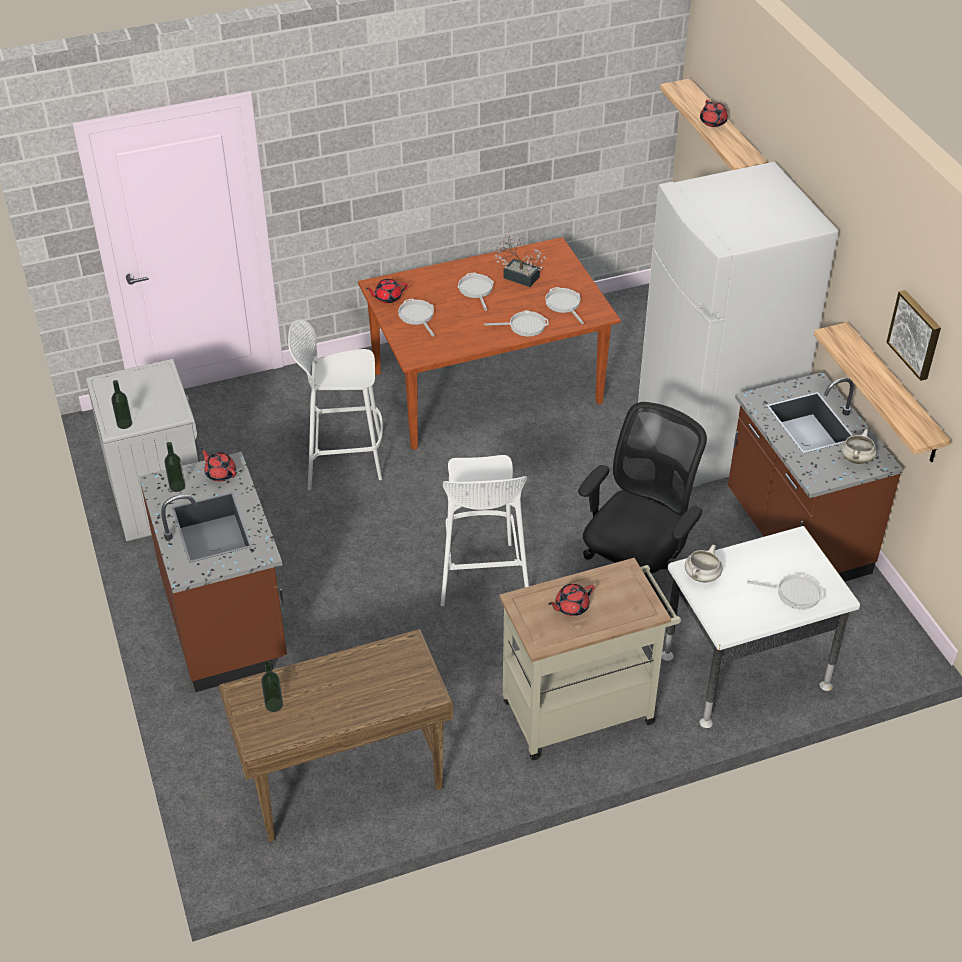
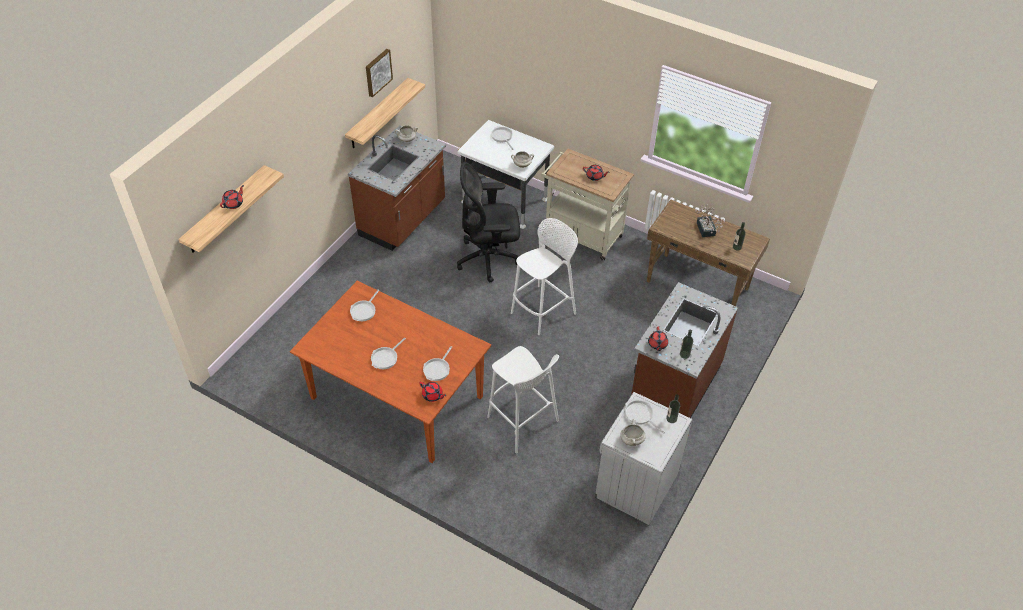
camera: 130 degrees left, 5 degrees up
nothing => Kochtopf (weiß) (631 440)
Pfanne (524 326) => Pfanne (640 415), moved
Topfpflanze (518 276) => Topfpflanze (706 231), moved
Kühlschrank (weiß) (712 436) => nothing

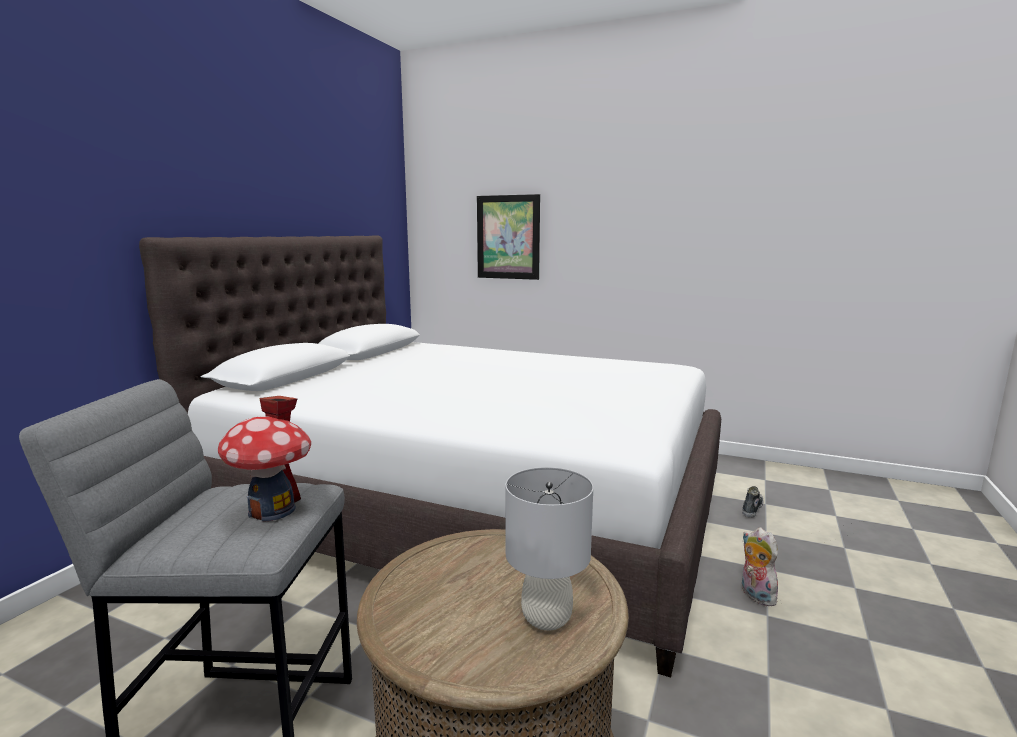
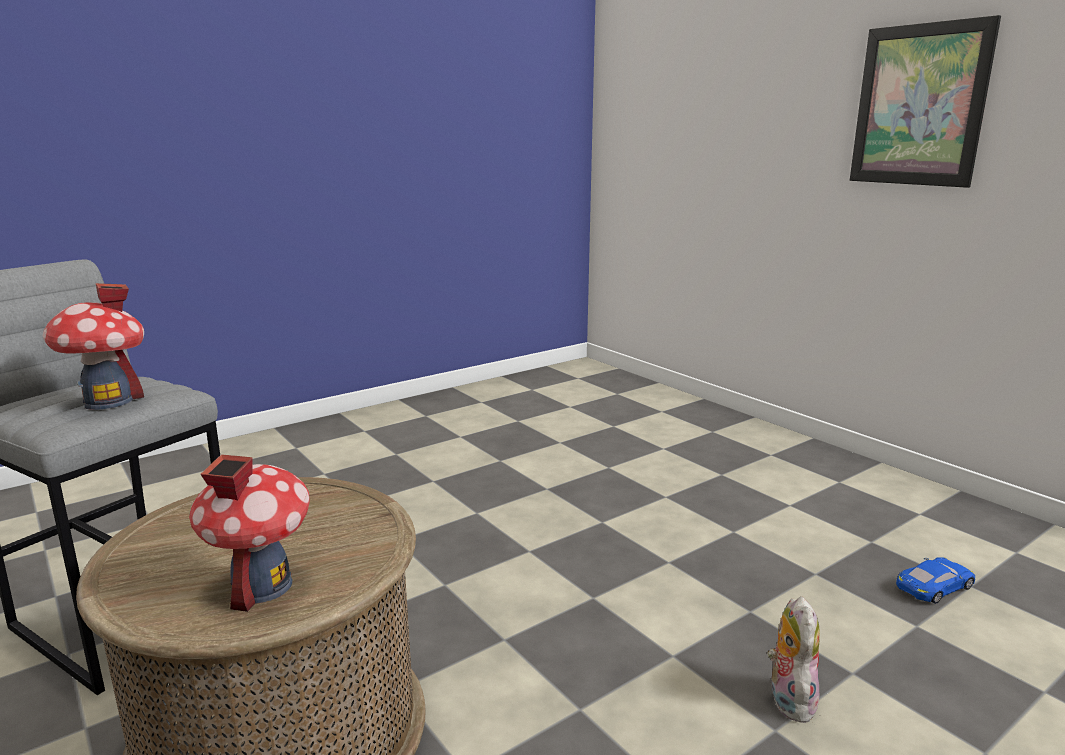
camera: 30 degrees right, 5 degrees up
Tischlampe (grau) (546 621) => Spielzeughaus (261 586)
Bild (508 237) => Bild (919 105), moved
Schuh (751 508) => Spielzeugauto (blau) (934 586)
Bett (weiß) (470 507) => nothing

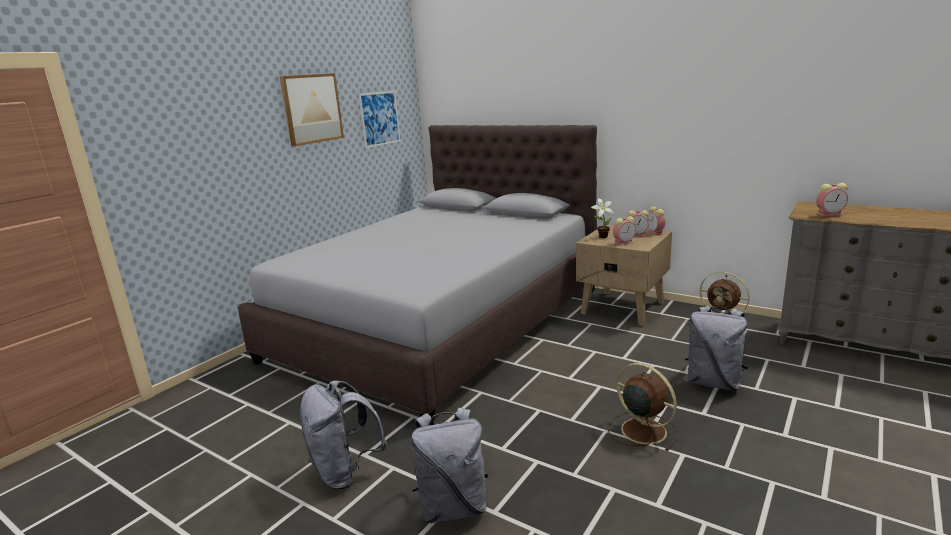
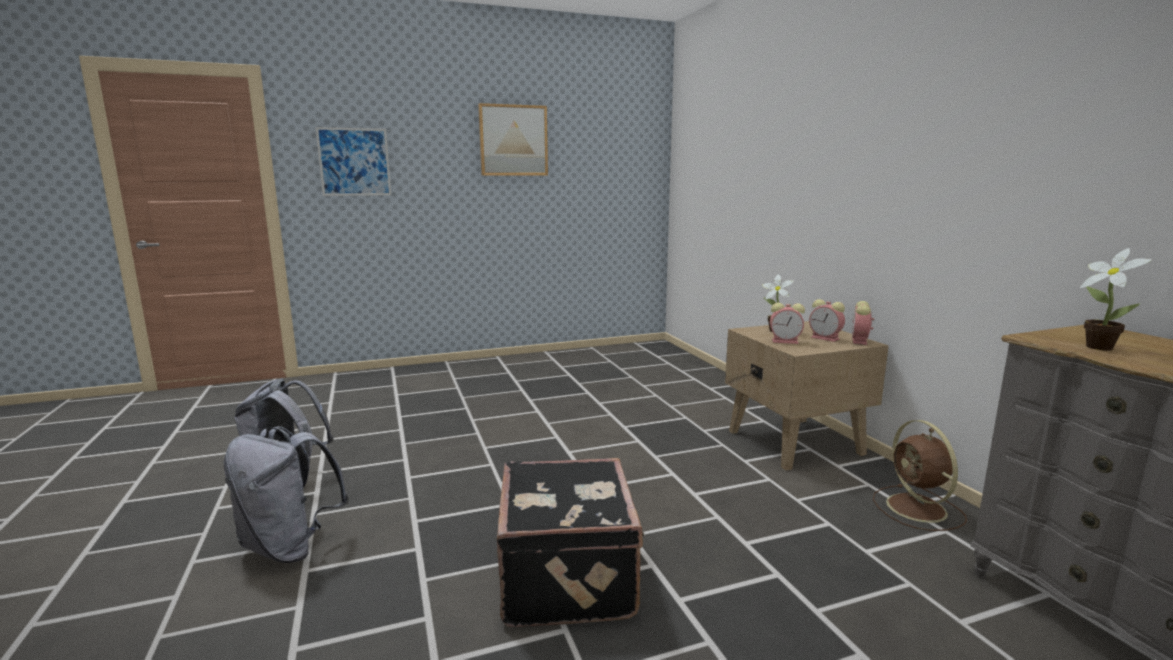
camera: 35 degrees right, 5 degrees down
Bild (380 118) => Bild (354 162), moved
Ventilator (braun) (641 430) => Koffer (schwarz) (570 577)
Wecker (830 214) => Topfpflanze (1096 346)
Bett (grau) (441 323) => nothing
Rucksack (grau) (714 382) => nothing

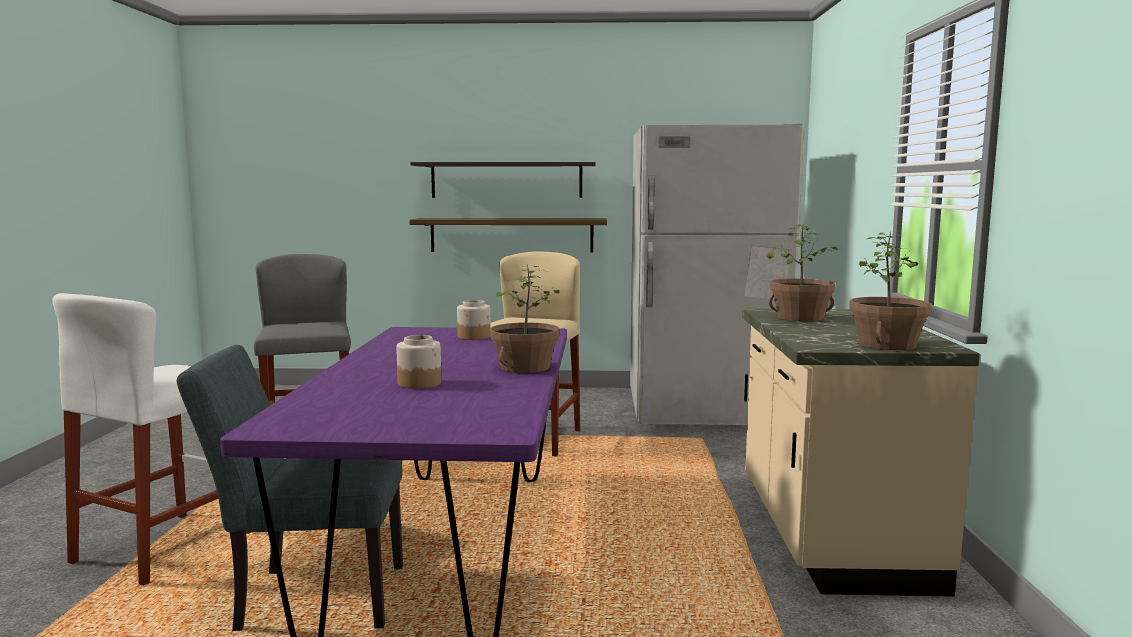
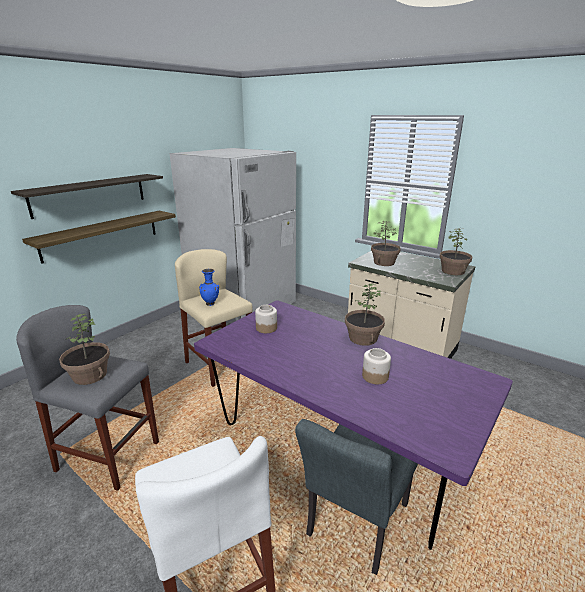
camera: 55 degrees left, 15 degrees up
nothing => Topfpflanze (89 375)
nothing => Vase (blau) (211 304)

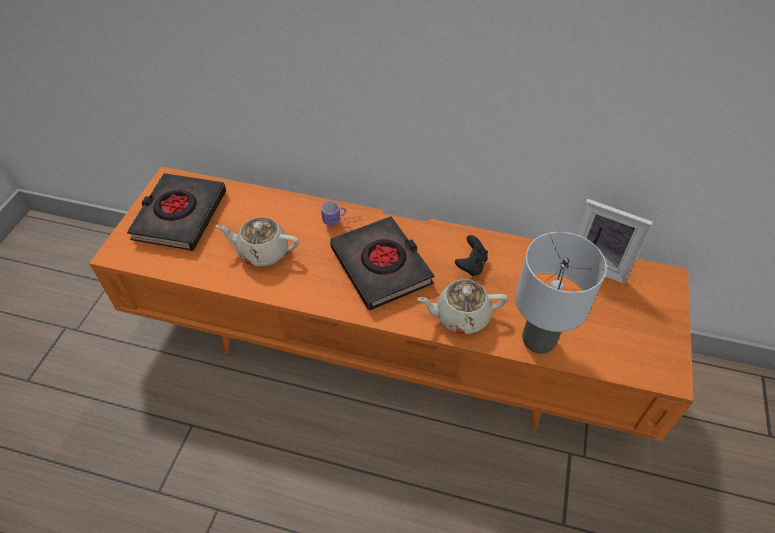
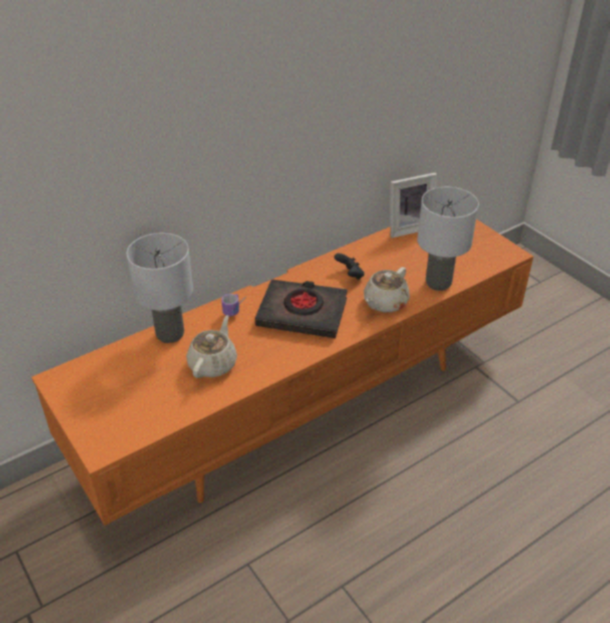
camera: 50 degrees left, 10 degrees down
nothing => Tischlampe (weiß) (172 335)
Teekanne (beige) (262 252) => Teekanne (beige) (213 364), 150 degrees clockwise
Buch (schwarz) (180 216) => nothing

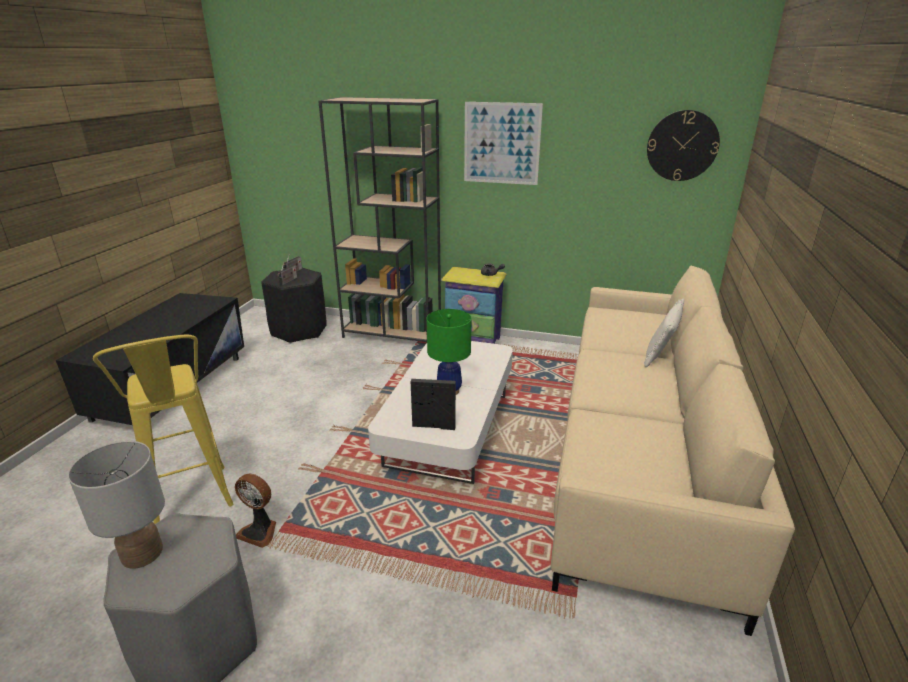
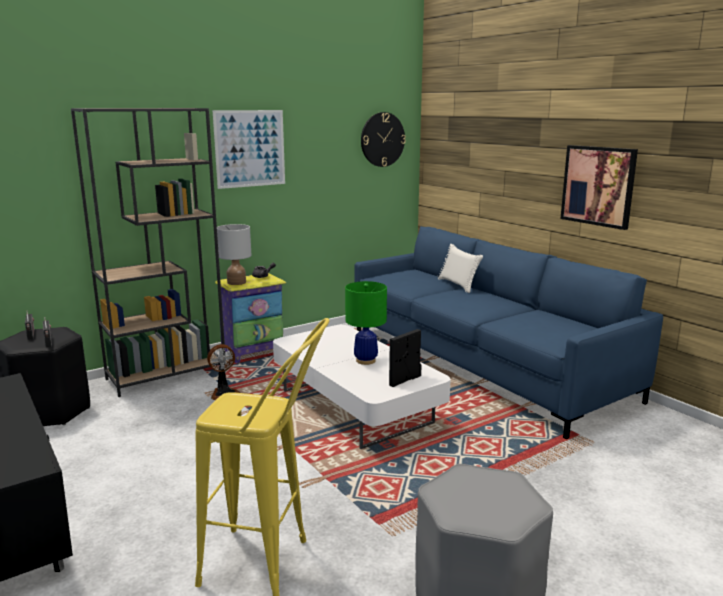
camera: 50 degrees left, 10 degrees down
Ventilator (259 531) => Ventilator (224 393), moved
Tischlampe (grau) (141 554) => Tischlampe (grau) (236 282), moved
Sofa (beige) (640 457) => Sofa (blau) (482 364)
nothing => Bild (598 186)

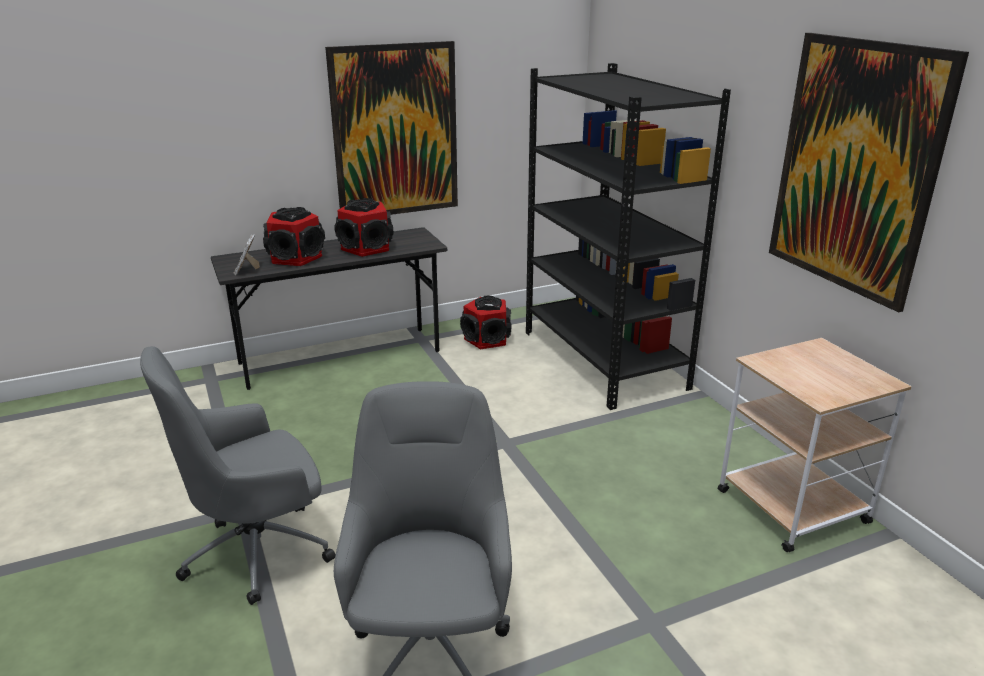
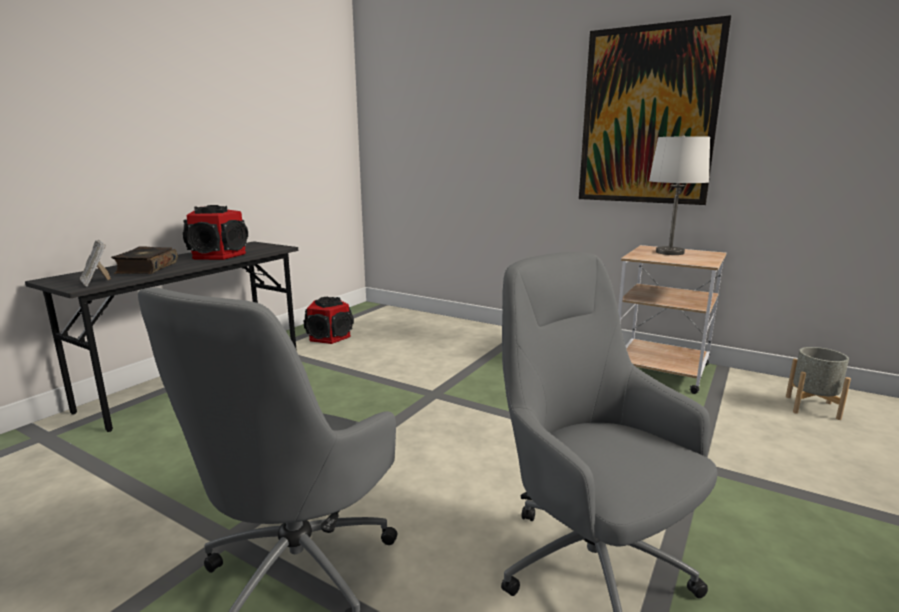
camera: 35 degrees left, 10 degrees down
Lautsprecher (295 257) => Buch (146 268)
nothing => Tischlampe (weiß) (670 252)
nothing => Pflanzkübel (grau) (812 407)
Bild (395 132) => nothing
Bücherregal (schwarz) (603 359) => nothing

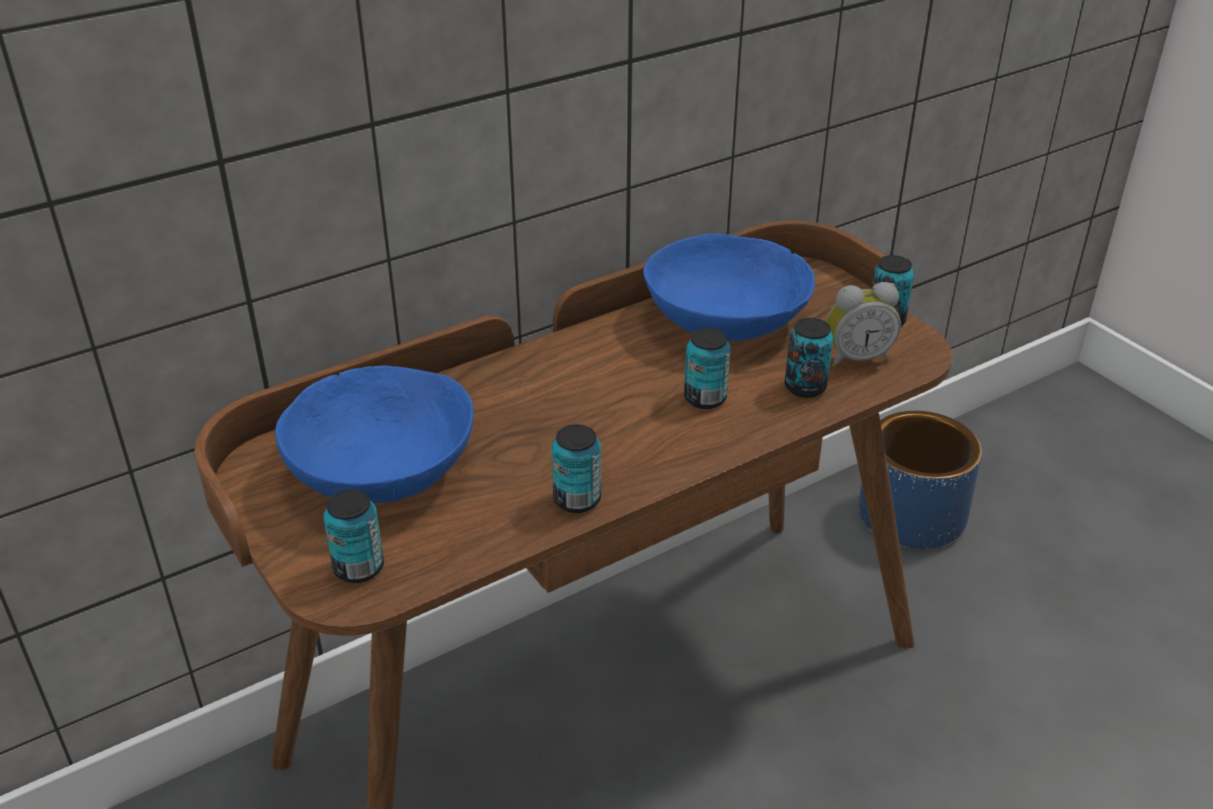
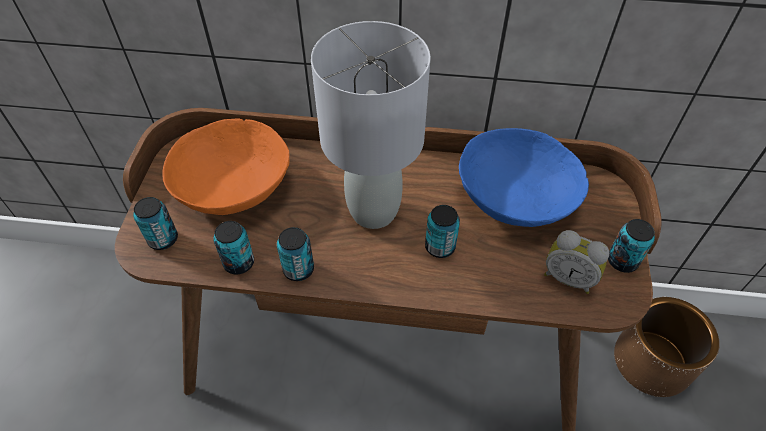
camera: 40 degrees right, 15 degrees up
Schüssel (blau) (382 469) => Schüssel (orange) (233 186)
Dose (805 387) => Dose (239 263), moved
nothing => Tischlampe (grau) (373 212)
Pflanzkübel (blau) (910 516) => Pflanzkübel (braun) (651 361)

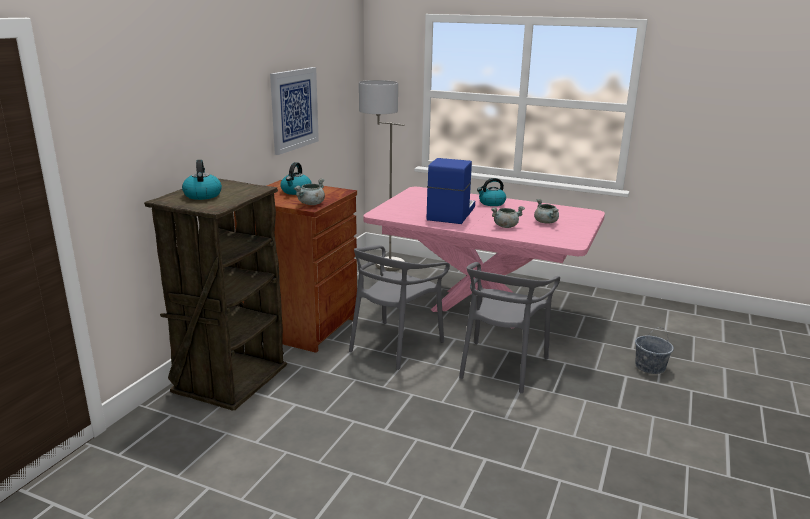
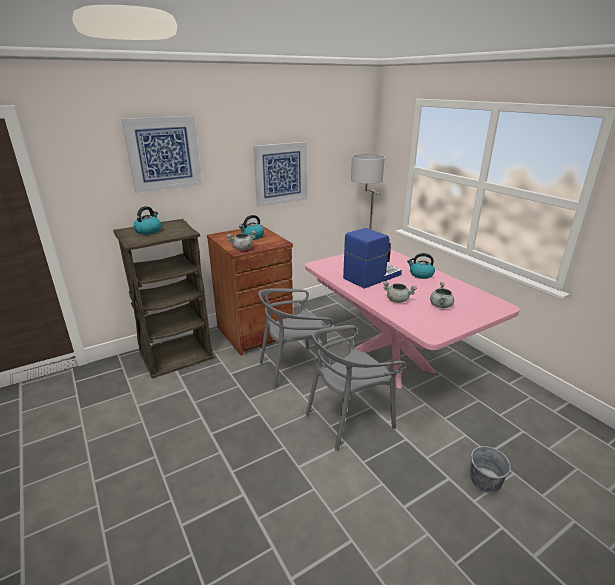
camera: 35 degrees right, 5 degrees up
nothing => Bild (164 153)

